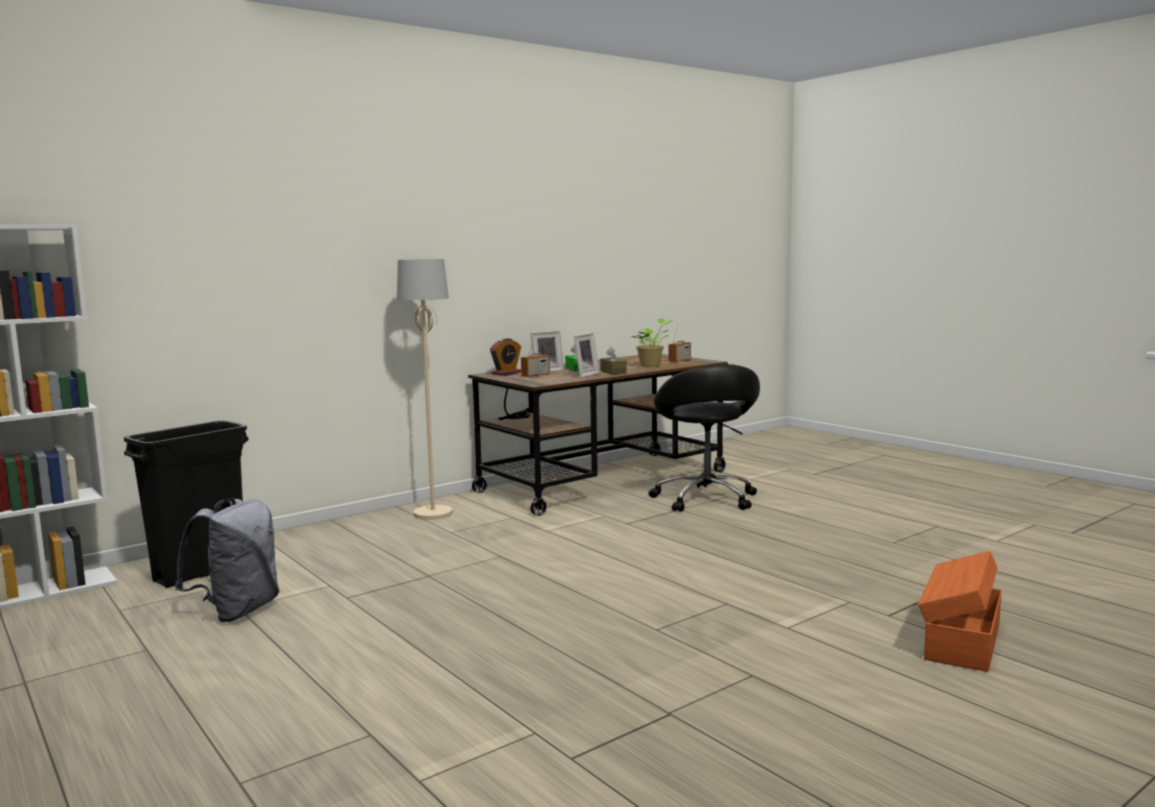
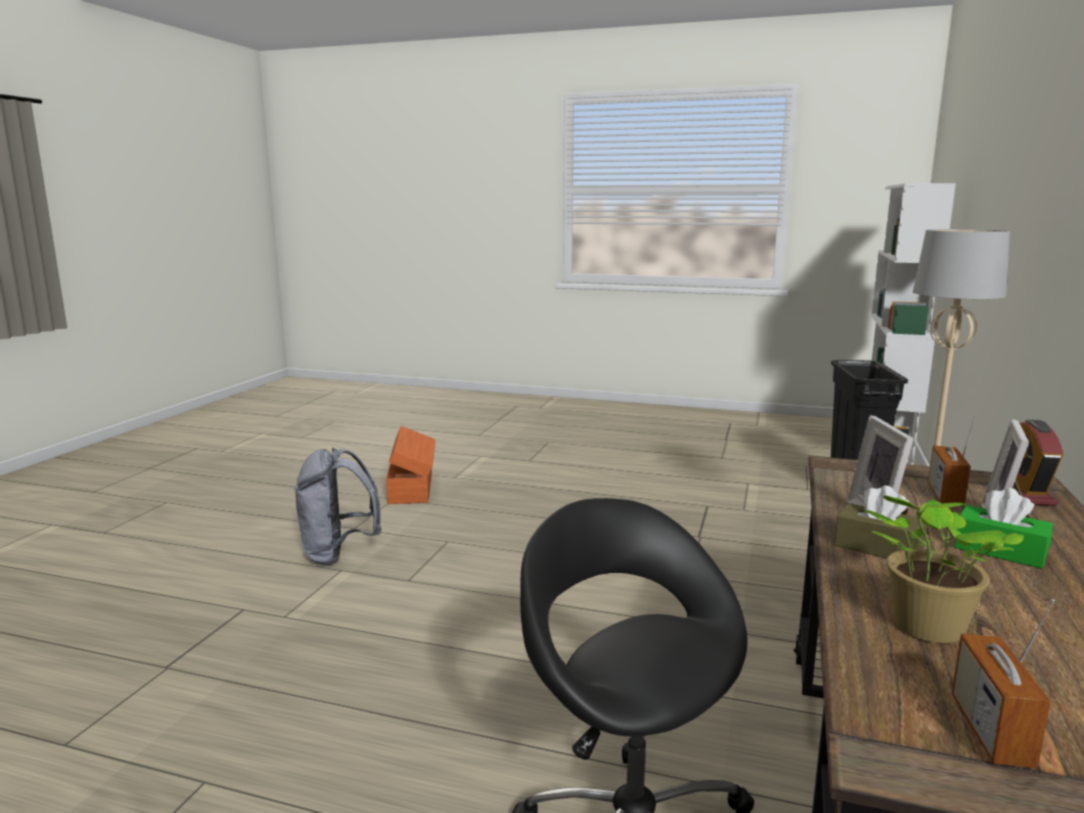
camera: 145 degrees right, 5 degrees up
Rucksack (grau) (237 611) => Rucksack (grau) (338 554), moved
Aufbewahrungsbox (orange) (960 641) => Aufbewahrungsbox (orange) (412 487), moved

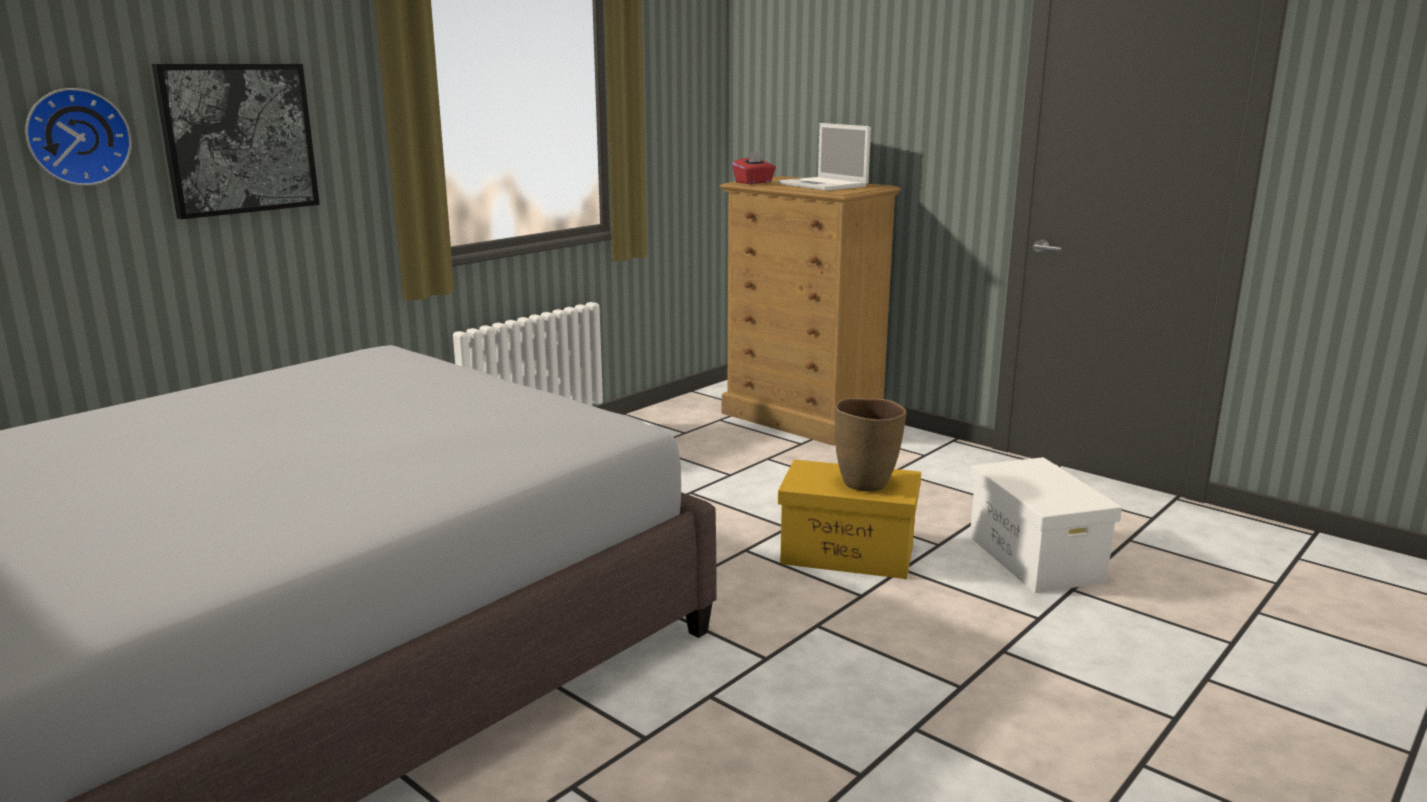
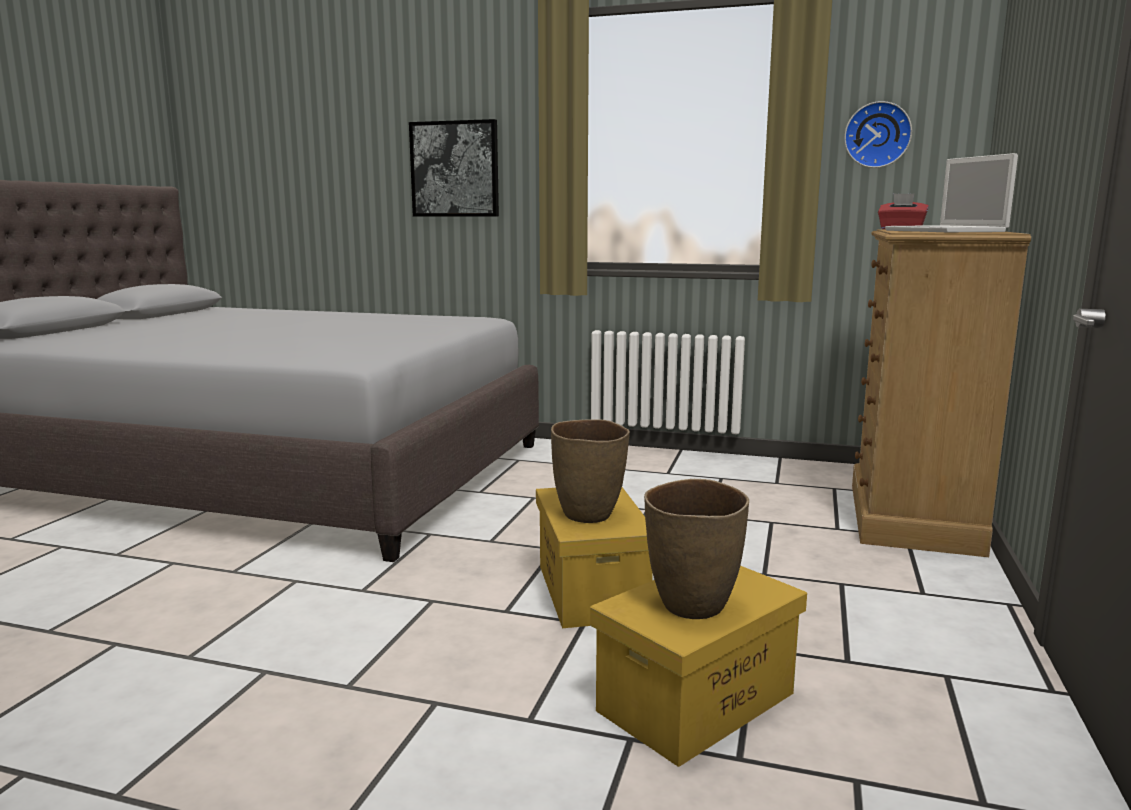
camera: 65 degrees right, 5 degrees down
Aufbewahrungsbox (weiß) (1036 559) => Aufbewahrungsbox (gelb) (695 703)
nothing => Vase (braun) (693 606)
Wanduhr (77 137) => Wanduhr (877 135), moved
Laptop (824 185) => Laptop (946 231), 45 degrees counterclockwise

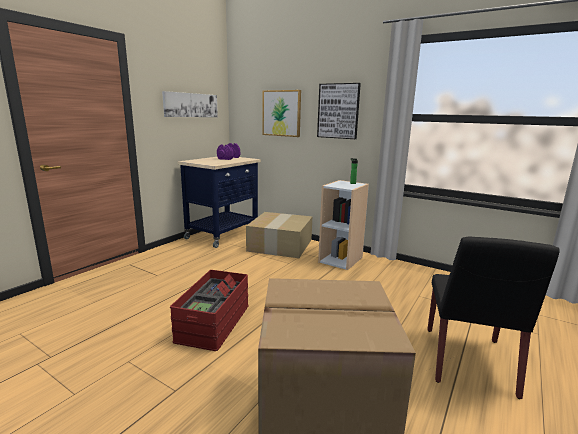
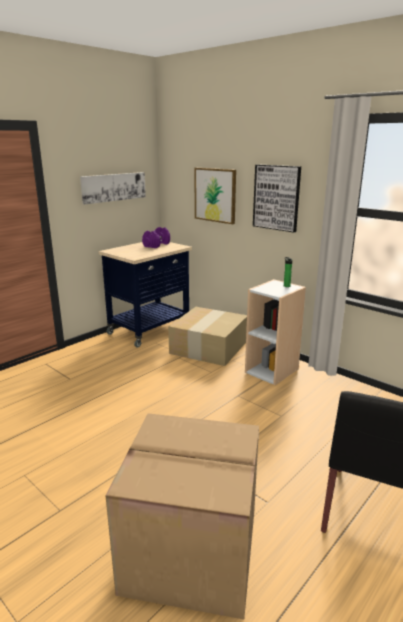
camera: 10 degrees right, 5 degrees up
Aufbewahrungsbox (rot) (213 322) => nothing

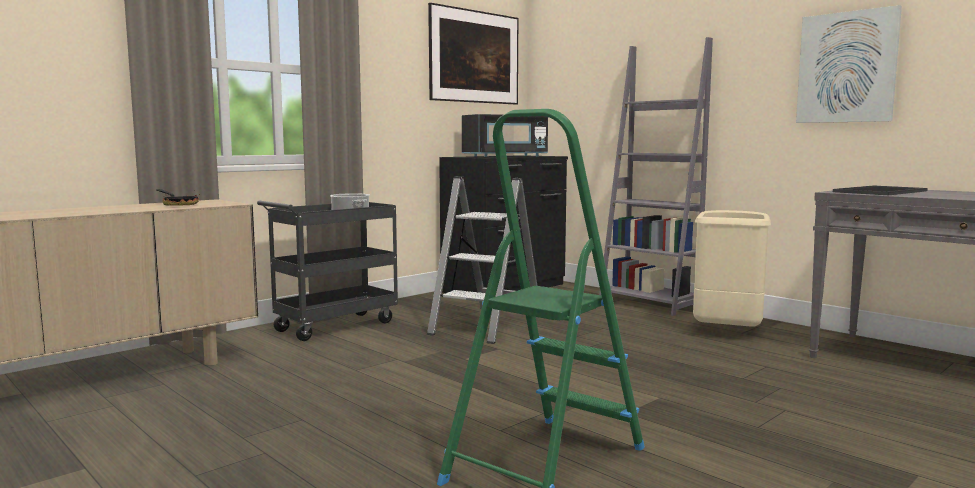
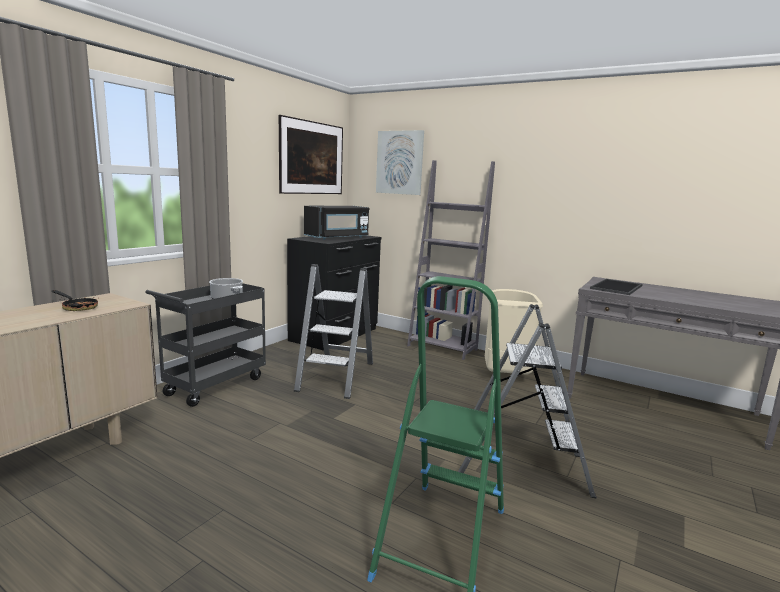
camera: 15 degrees left, 5 degrees up
Bild (847 67) => Bild (400 162), moved
nothing => Trittleiter (grau) (518 464)

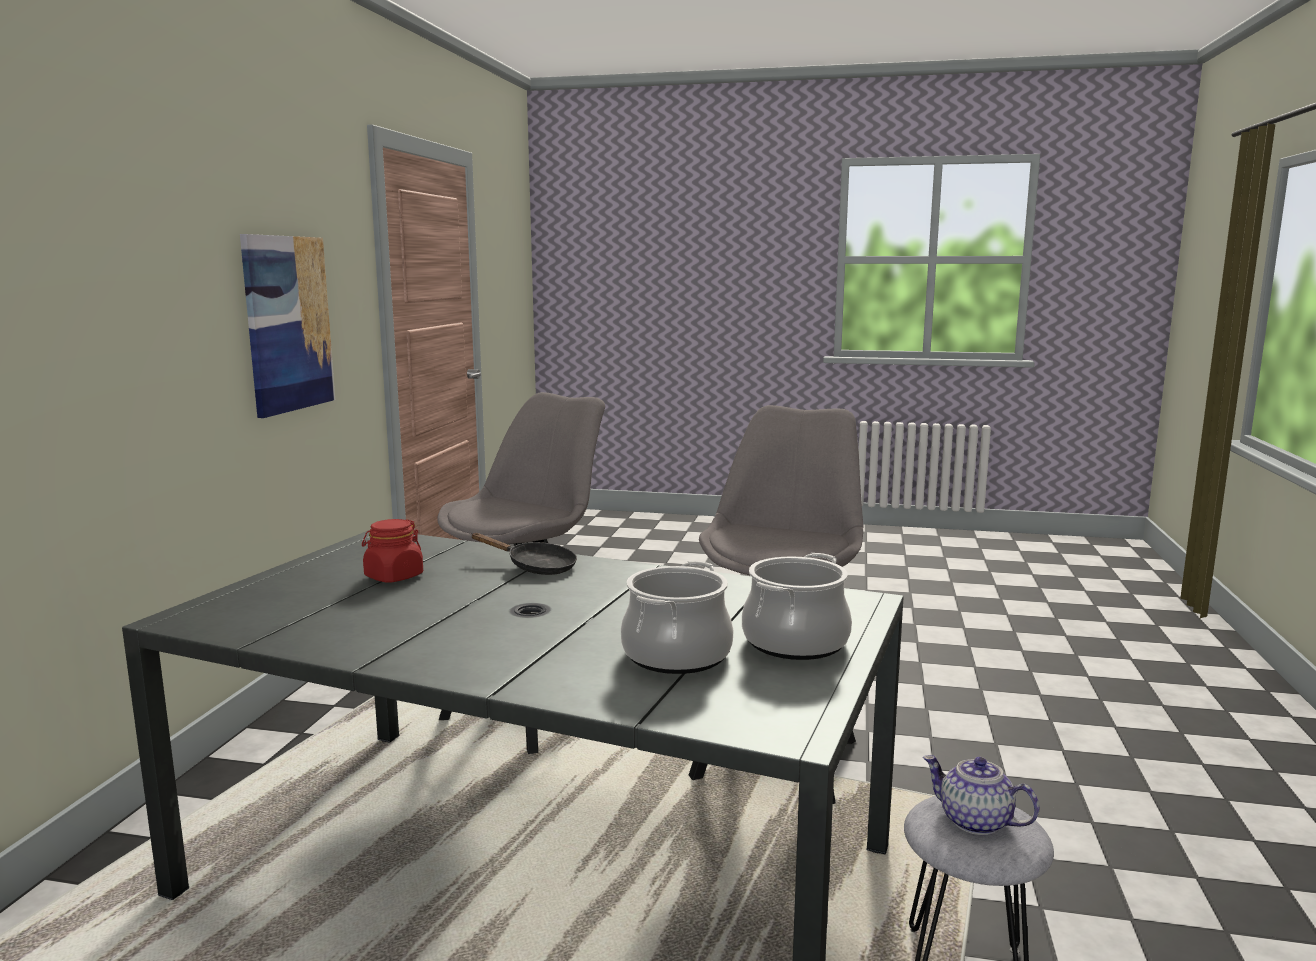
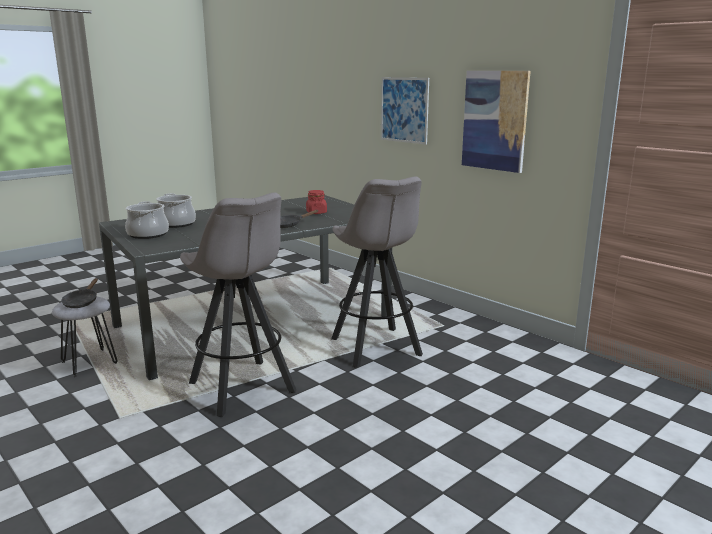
camera: 125 degrees right, 5 degrees up
Teekanne (974 821) => Pfanne (schwarz) (82 302)
nothing => Bild (404 110)

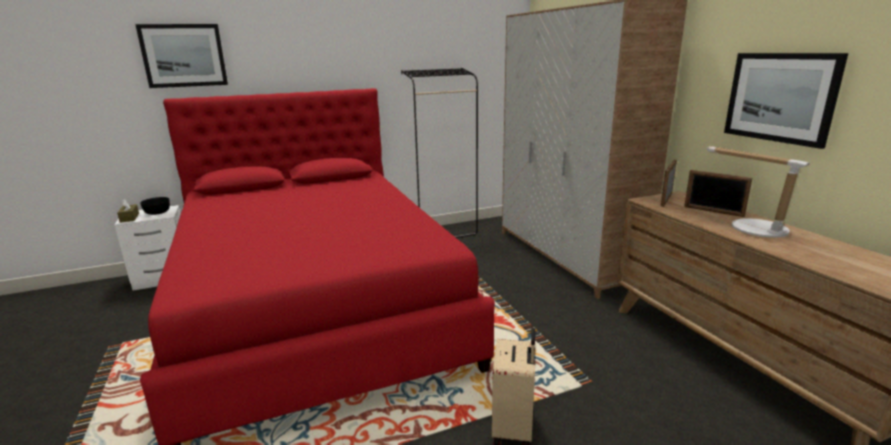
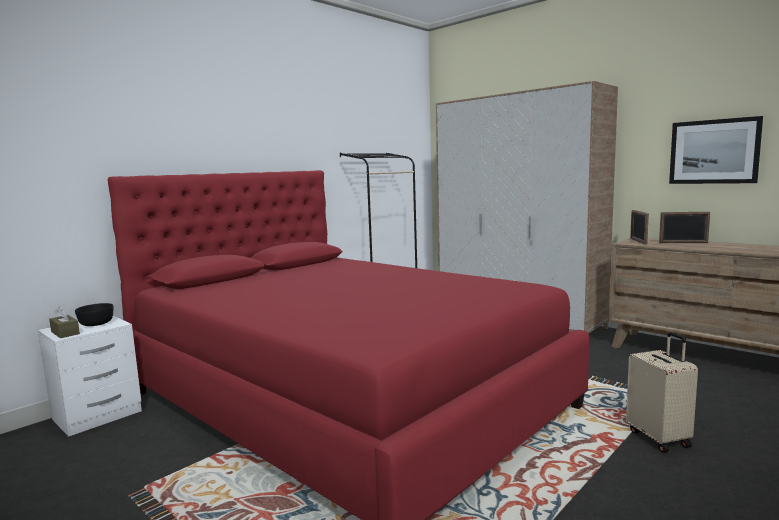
camera: 25 degrees left, 10 degrees down
Bild (184 55) => nothing
Tischlampe (751 228) => nothing

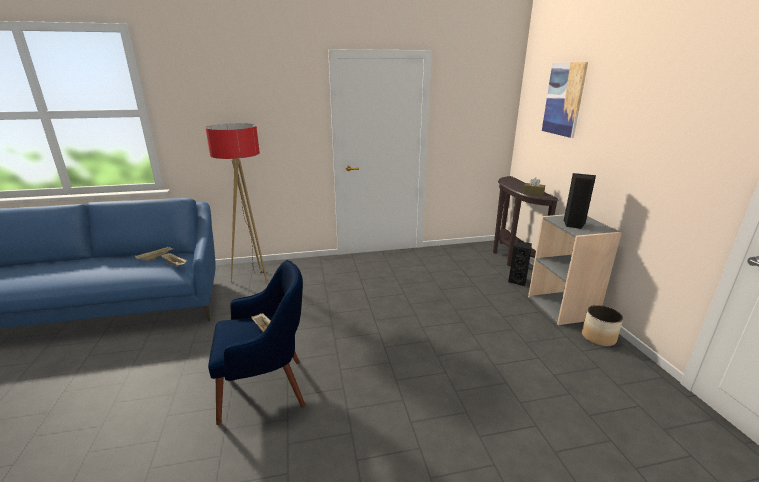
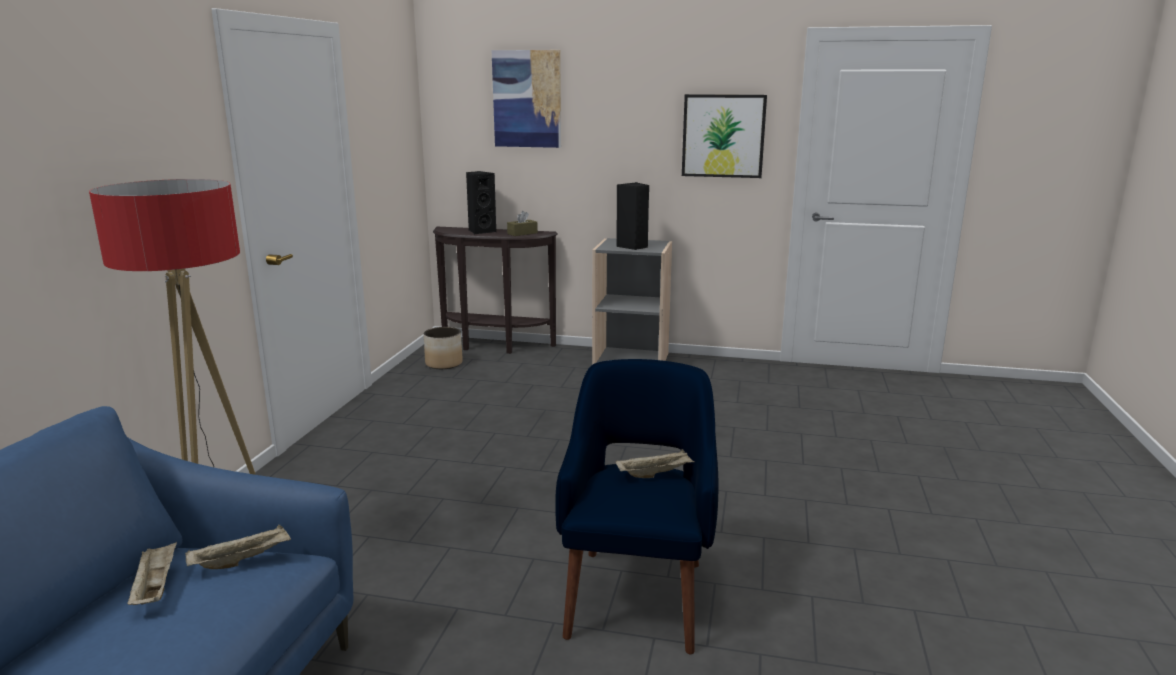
camera: 65 degrees left, 5 degrees down
Pflanzkübel (598 337) => Pflanzkübel (444 363), moved
Lautsprecher (schwarz) (518 281) => Lautsprecher (schwarz) (481 231), moved
nothing => Bild (723 136)

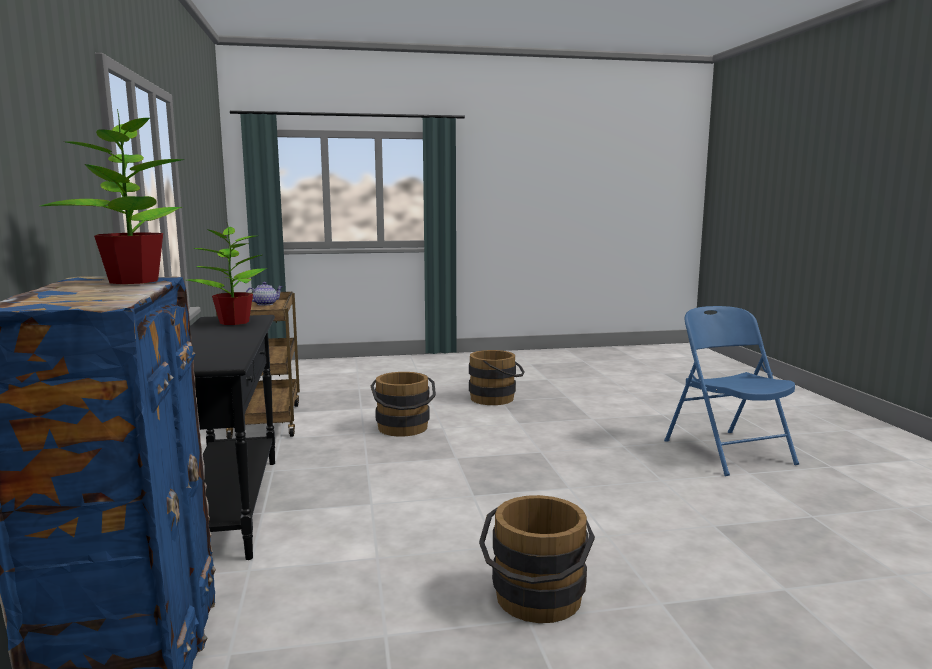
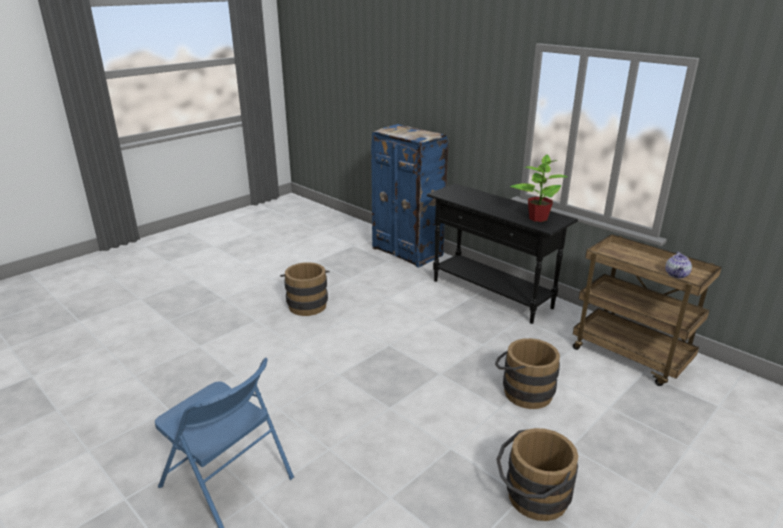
camera: 145 degrees right, 15 degrees up
Topfpflanze (134 281) => nothing

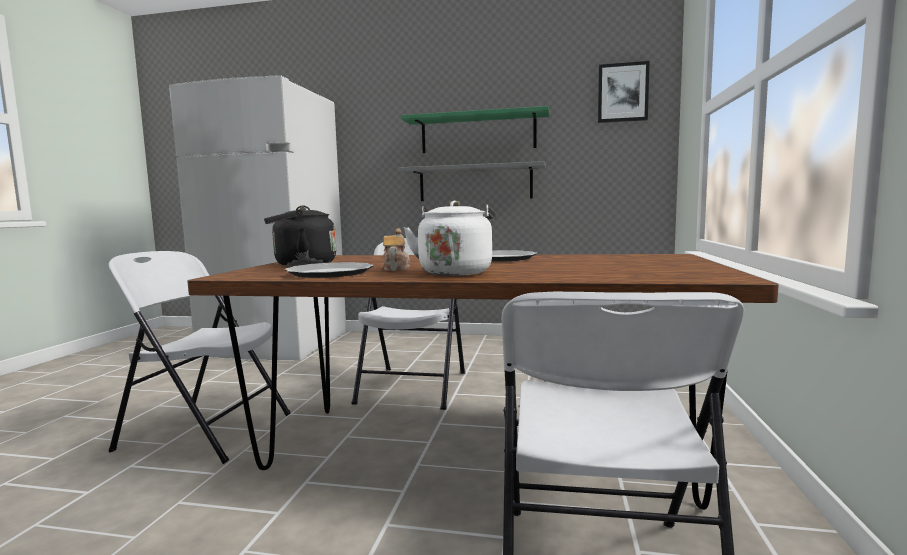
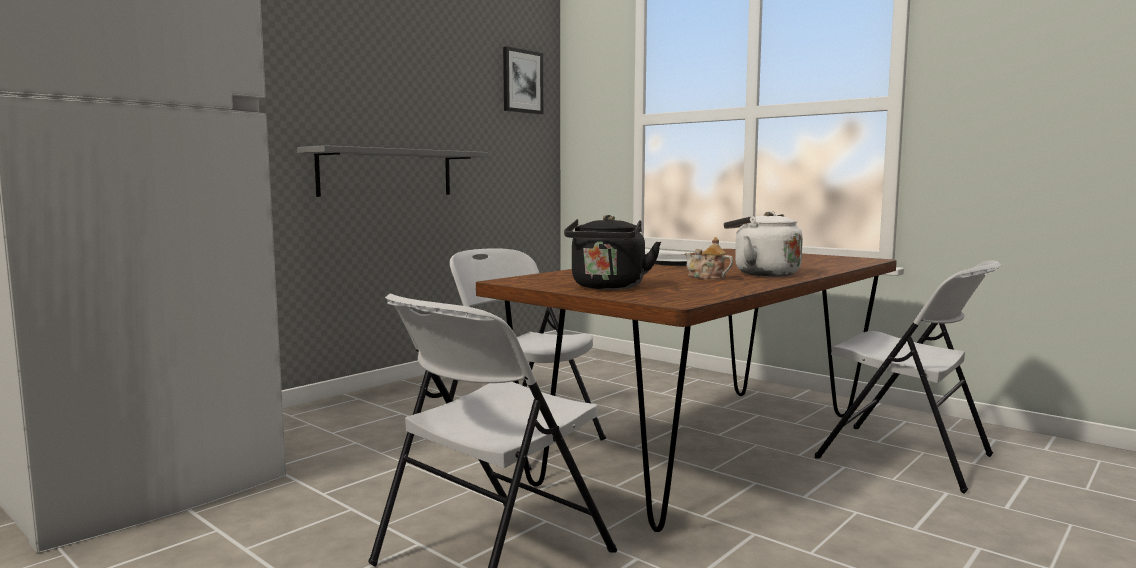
camera: 60 degrees left, 0 degrees up
Teller (329 273) => nothing
Wandregal (grün) (478 133) => nothing

